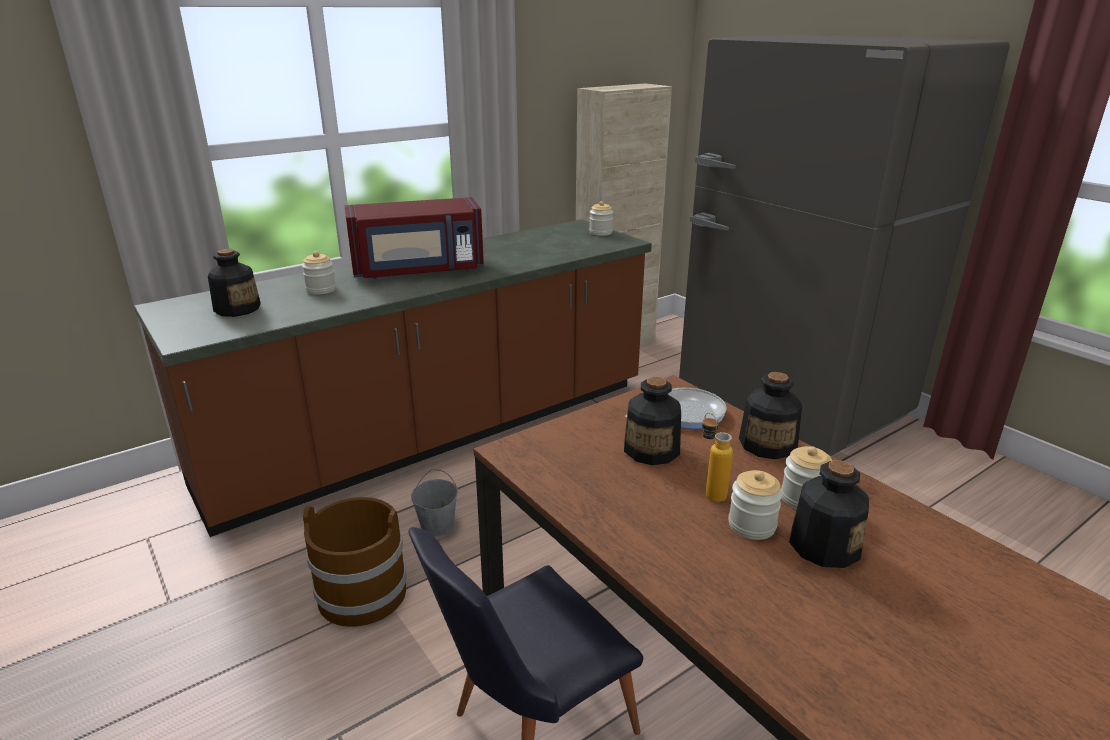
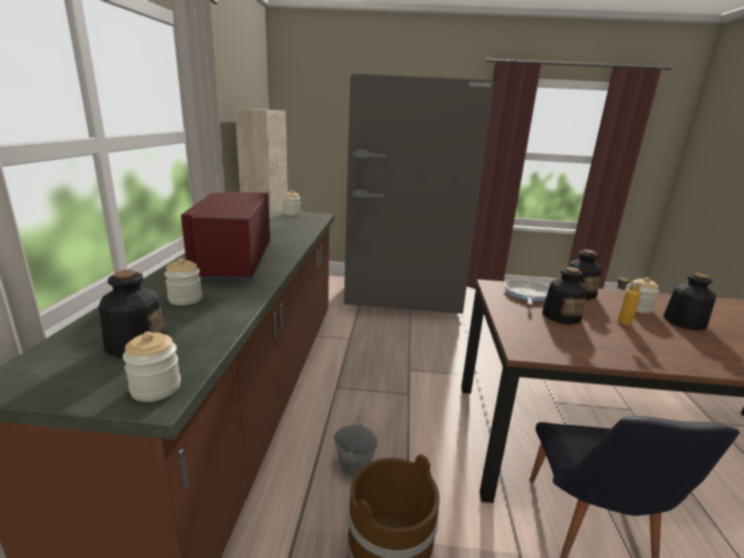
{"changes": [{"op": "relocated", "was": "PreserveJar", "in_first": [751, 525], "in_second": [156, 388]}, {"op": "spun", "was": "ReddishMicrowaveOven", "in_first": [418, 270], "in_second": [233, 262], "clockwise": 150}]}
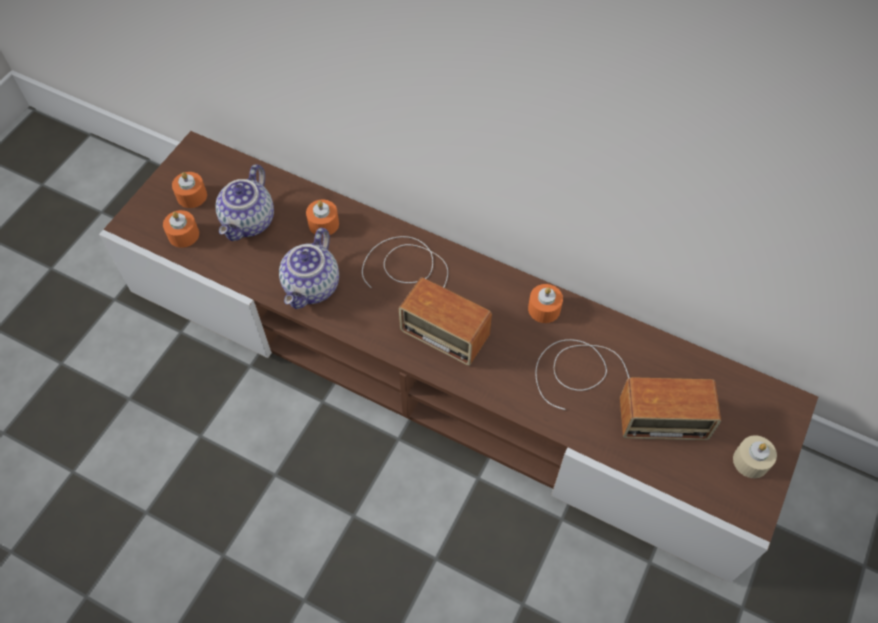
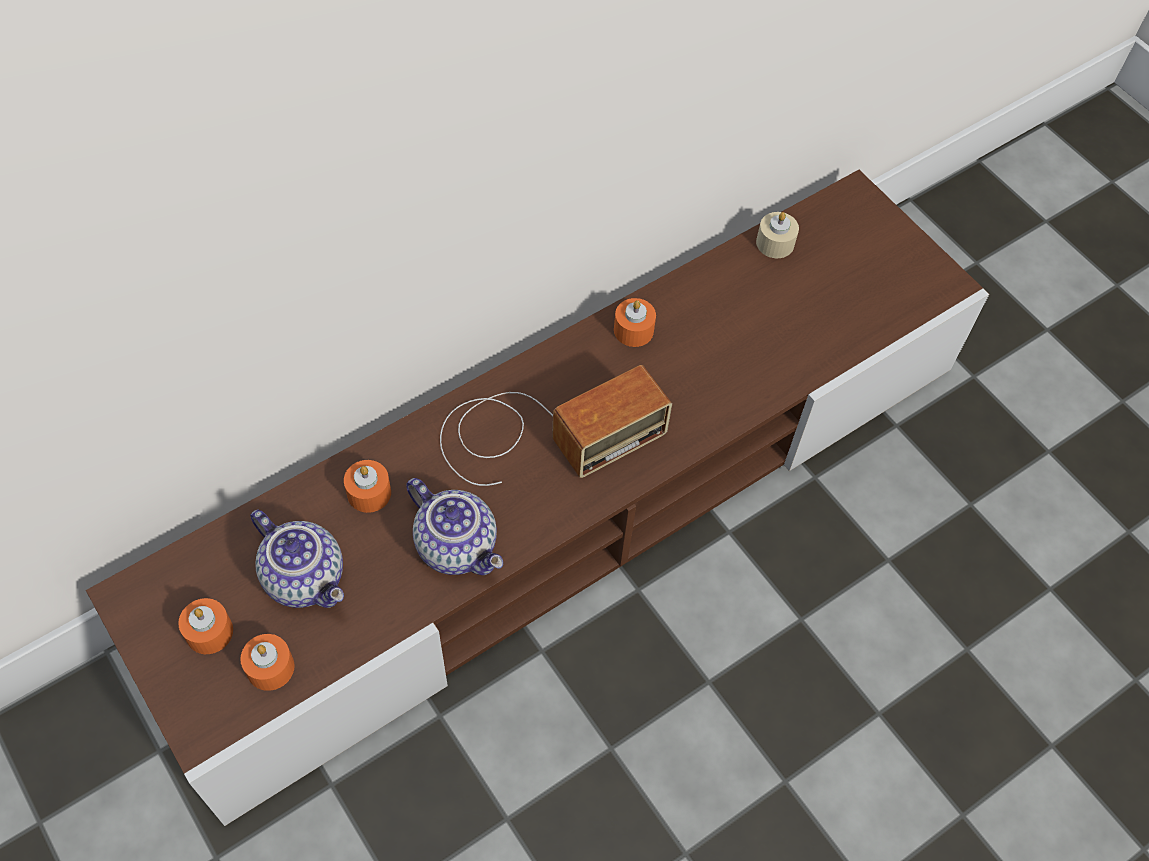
{"changes": [{"op": "missing", "was": "Radio", "in_first": [615, 391]}, {"op": "relocated", "was": "BeigeColouredCandle", "in_first": [751, 461], "in_second": [775, 243]}]}
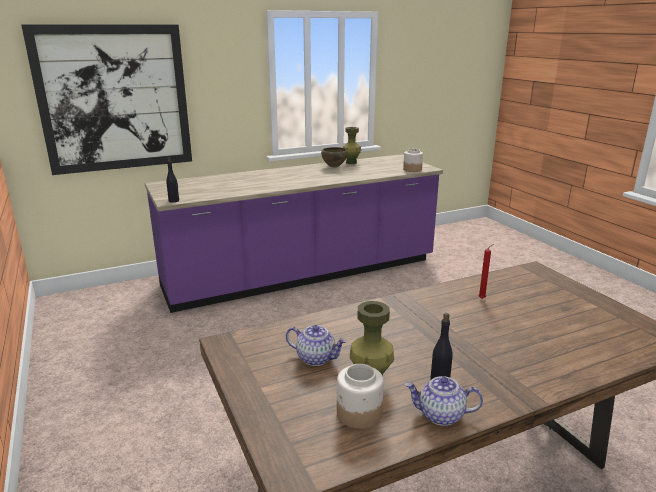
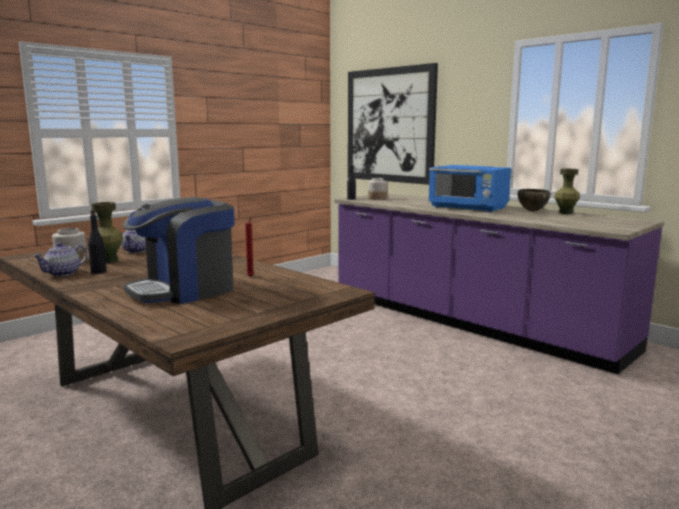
{"changes": [{"op": "appeared", "now": "CoffeeMaker", "in_second": [185, 290]}, {"op": "appeared", "now": "BlueMicrowaveOven", "in_second": [468, 208]}, {"op": "relocated", "was": "PreserveJar", "in_first": [412, 169], "in_second": [377, 198]}, {"op": "spun", "was": "PotForTea", "in_first": [440, 415], "in_second": [63, 273], "clockwise": -135}]}
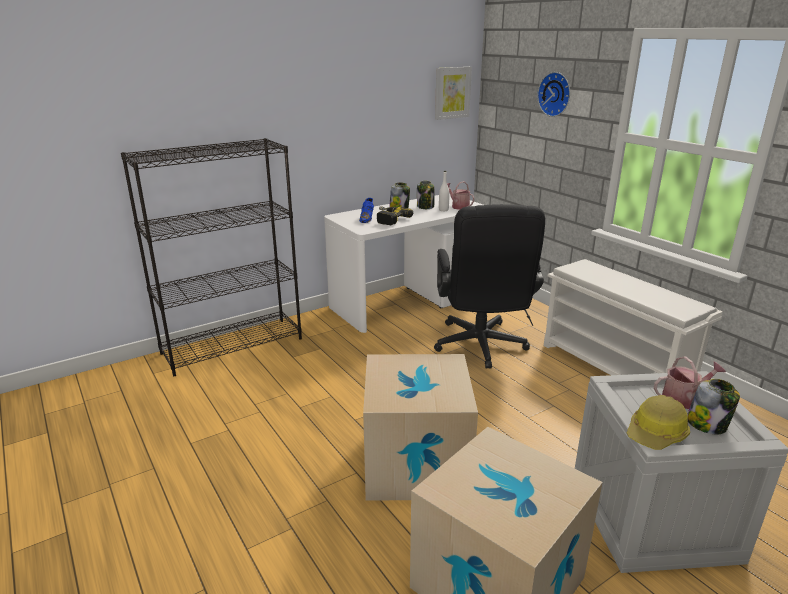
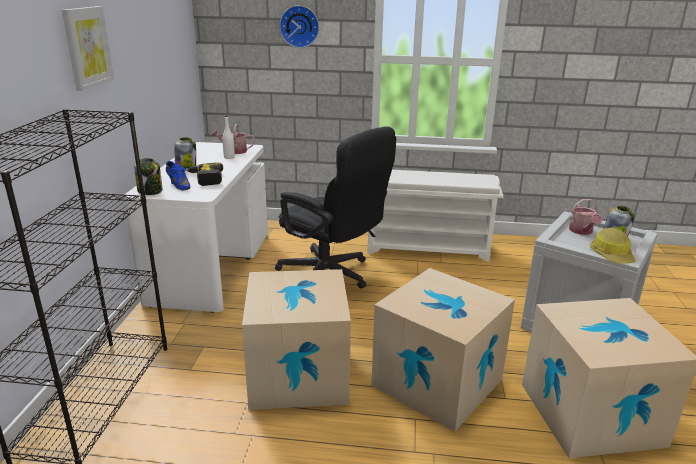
{"changes": [{"op": "appeared", "now": "PackingBox", "in_second": [298, 374]}, {"op": "relocated", "was": "PreserveJar", "in_first": [425, 207], "in_second": [150, 191]}, {"op": "relocated", "was": "Picture", "in_first": [452, 93], "in_second": [87, 47]}, {"op": "spun", "was": "WateringCan", "in_first": [683, 398], "in_second": [582, 231], "clockwise": 150}]}
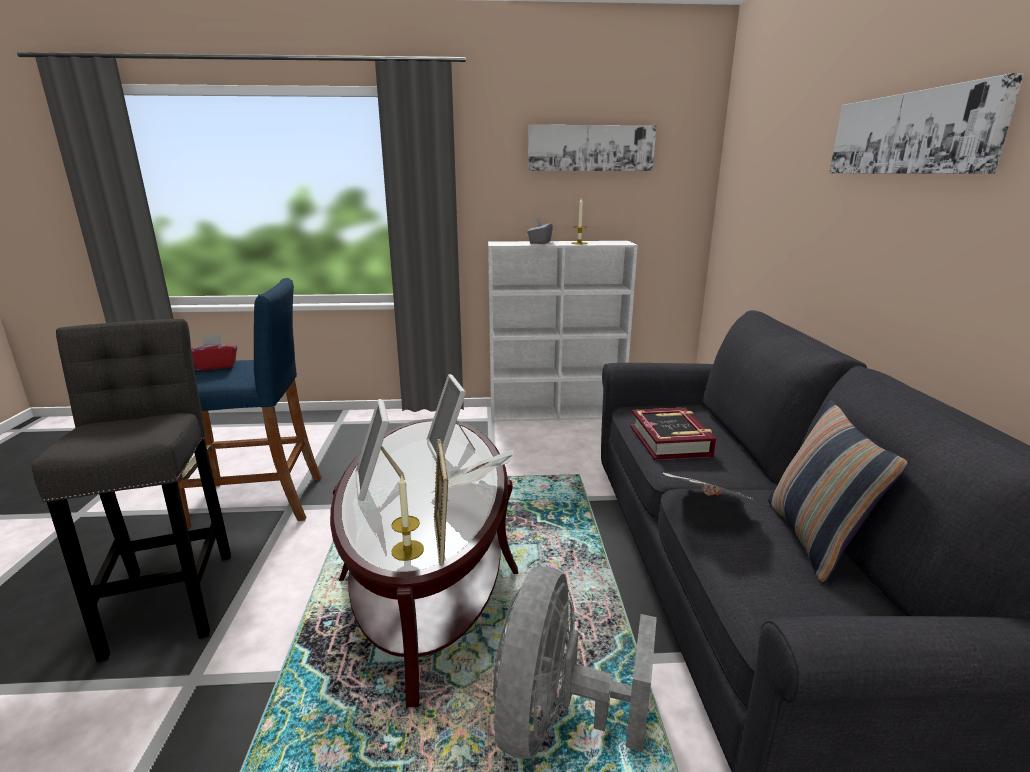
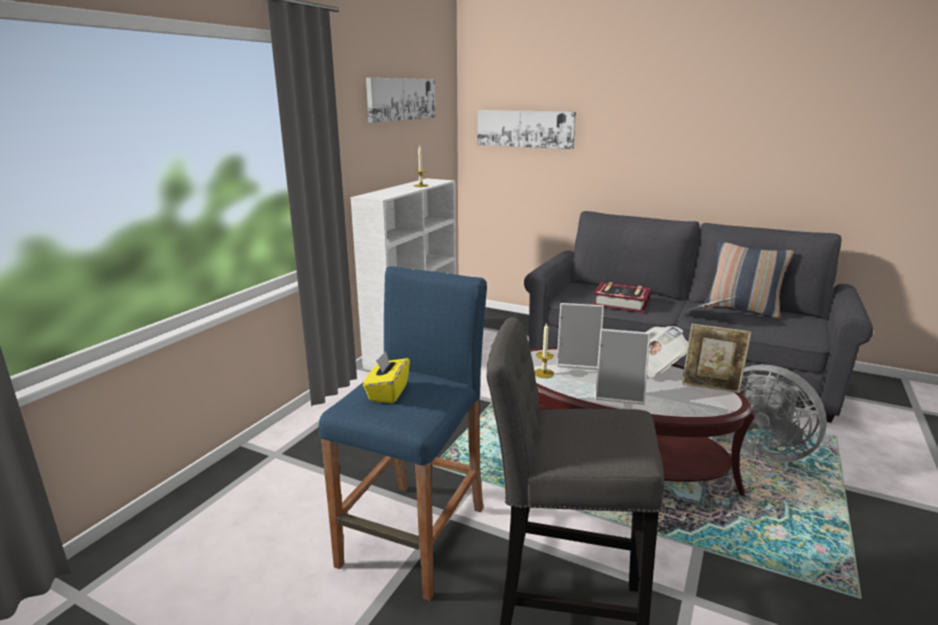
{"changes": [{"op": "missing", "was": "GrayTissueBox", "in_first": [539, 242]}, {"op": "relocated", "was": "Candle", "in_first": [407, 550], "in_second": [543, 373]}, {"op": "relocated", "was": "Picture", "in_first": [911, 133], "in_second": [525, 129]}, {"op": "colour", "was": "ReddishTissueBox", "now": "YellowTissueBox", "in_first": [216, 366], "in_second": [387, 392]}]}
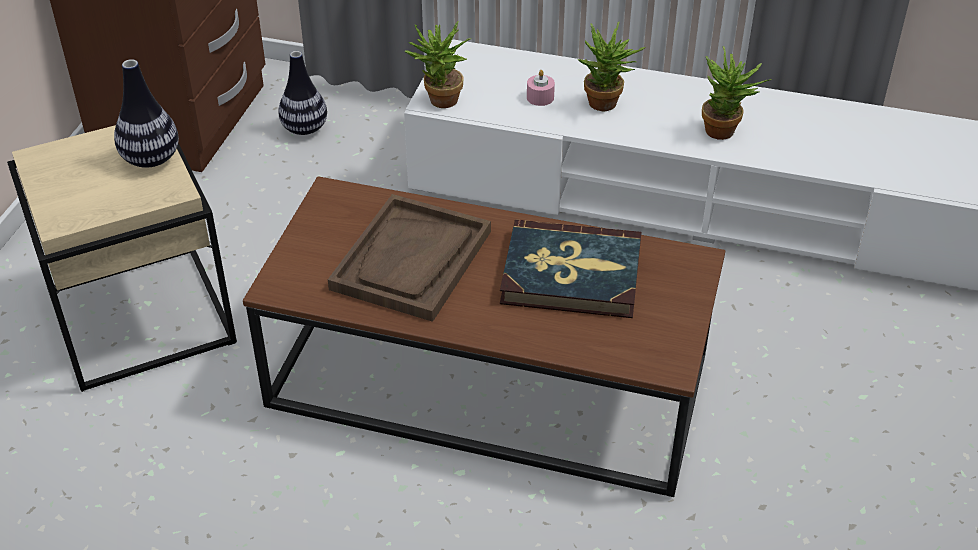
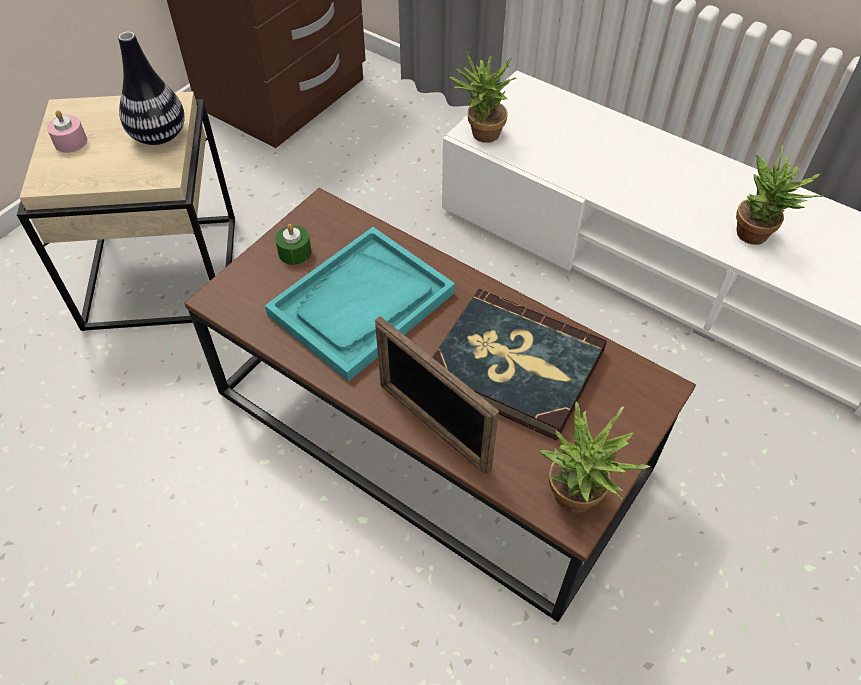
{"changes": [{"op": "missing", "was": "DecorativeVase", "in_first": [305, 129]}, {"op": "appeared", "now": "GreenishCandle", "in_second": [295, 252]}, {"op": "appeared", "now": "PictureFrame", "in_second": [433, 426]}, {"op": "relocated", "was": "PinkishCandle", "in_first": [540, 97], "in_second": [71, 142]}, {"op": "relocated", "was": "PlantInAPot", "in_first": [606, 106], "in_second": [578, 502]}, {"op": "colour", "was": "BrownishServingTray", "now": "BlueGreenServingTray", "in_first": [411, 260], "in_second": [361, 304]}]}
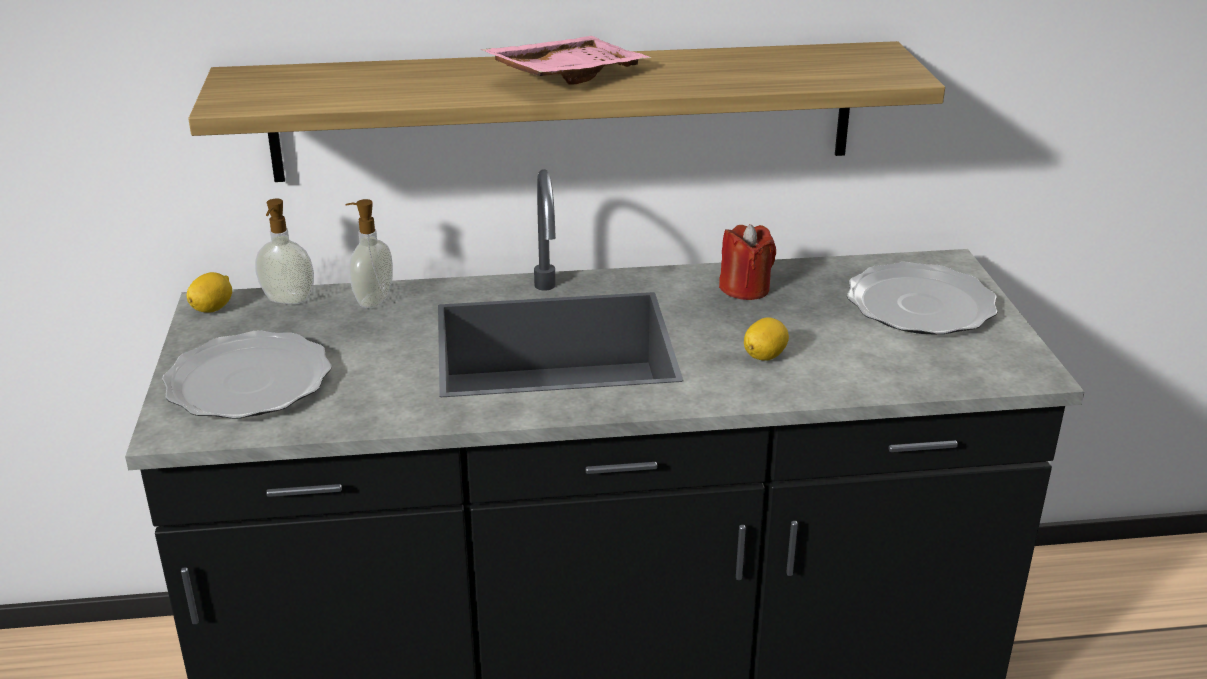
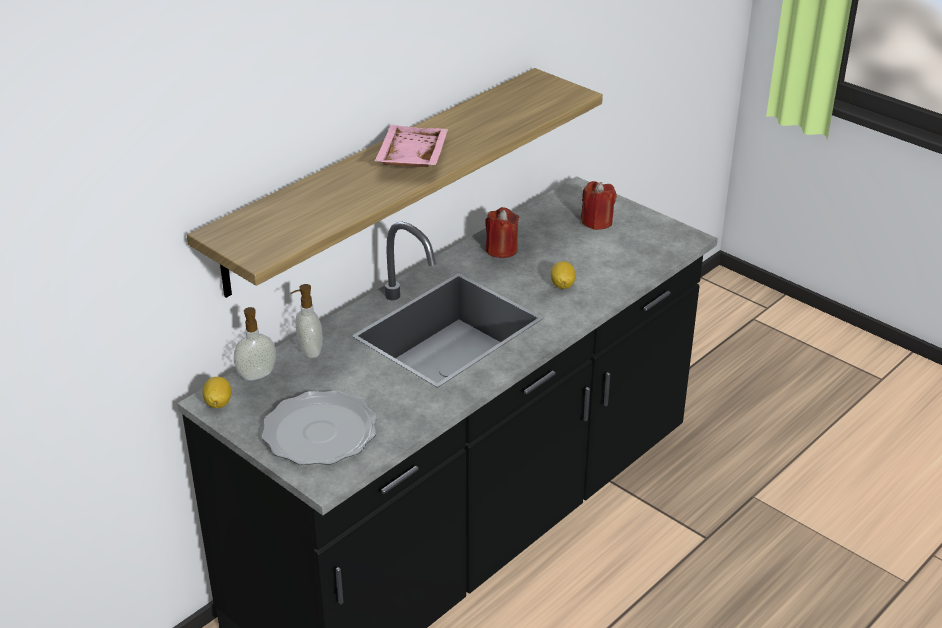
{"changes": [{"op": "exchanged", "was": "FlatDish", "now": "ReddishCandle", "in_first": [920, 306], "in_second": [597, 222]}]}
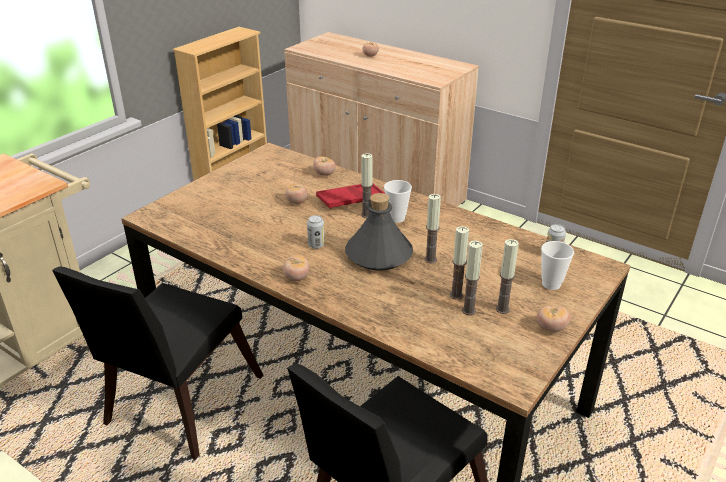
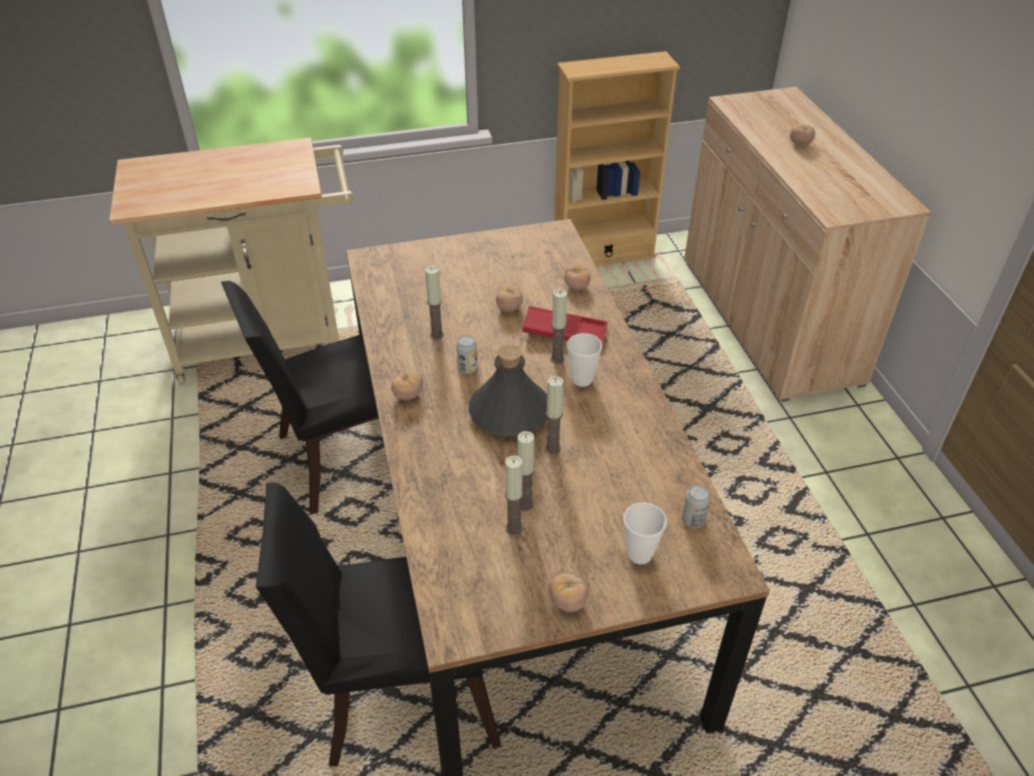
{"changes": [{"op": "relocated", "was": "Candle", "in_first": [502, 309], "in_second": [437, 335]}]}
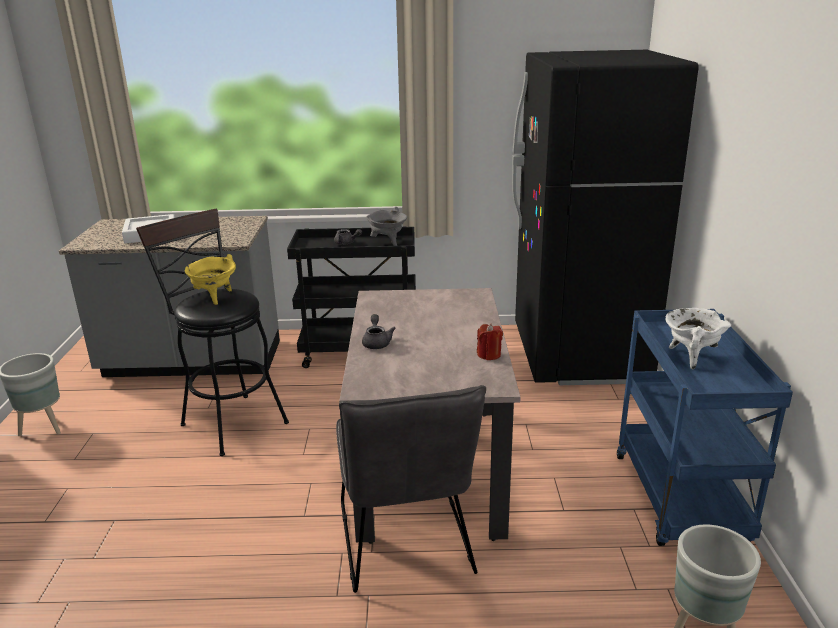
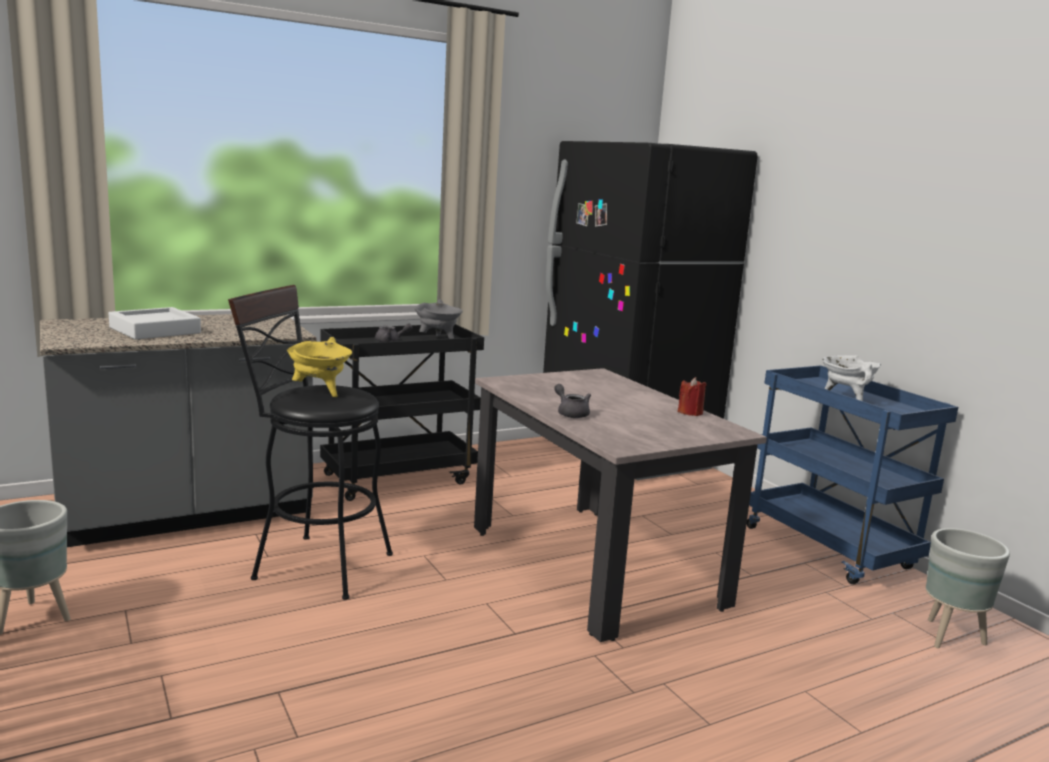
{"changes": [{"op": "missing", "was": "GrayUprightChair", "in_first": [406, 545]}]}
